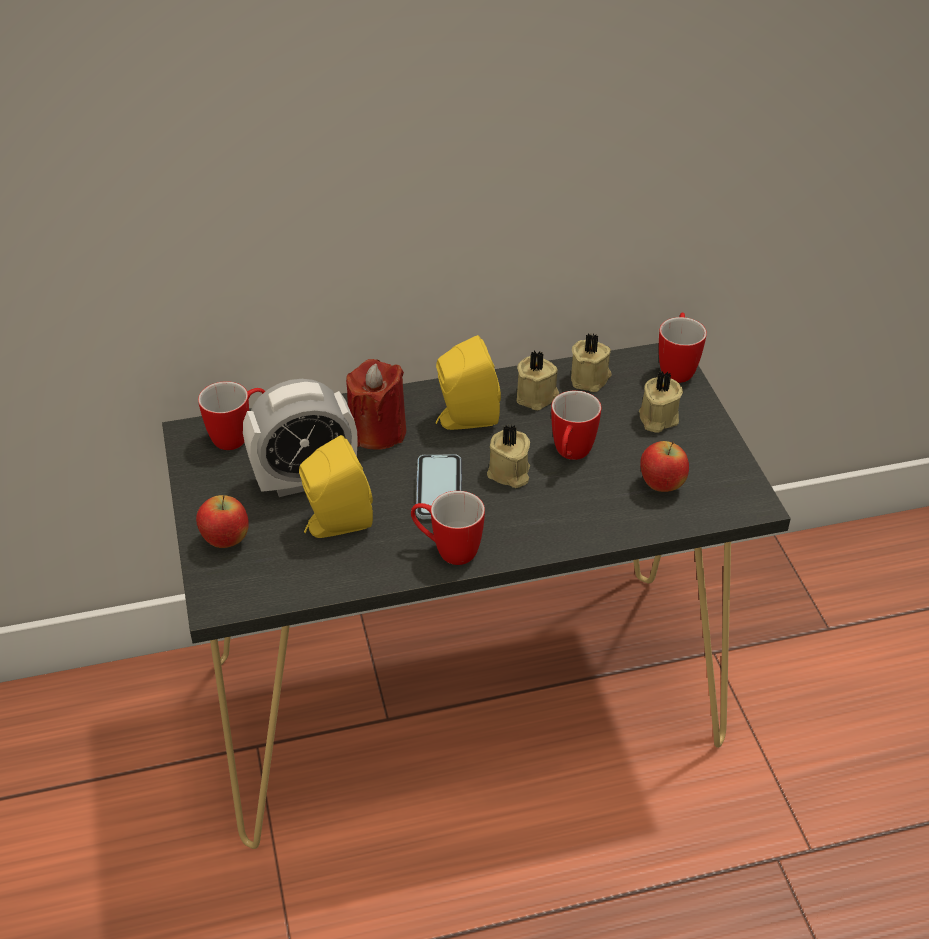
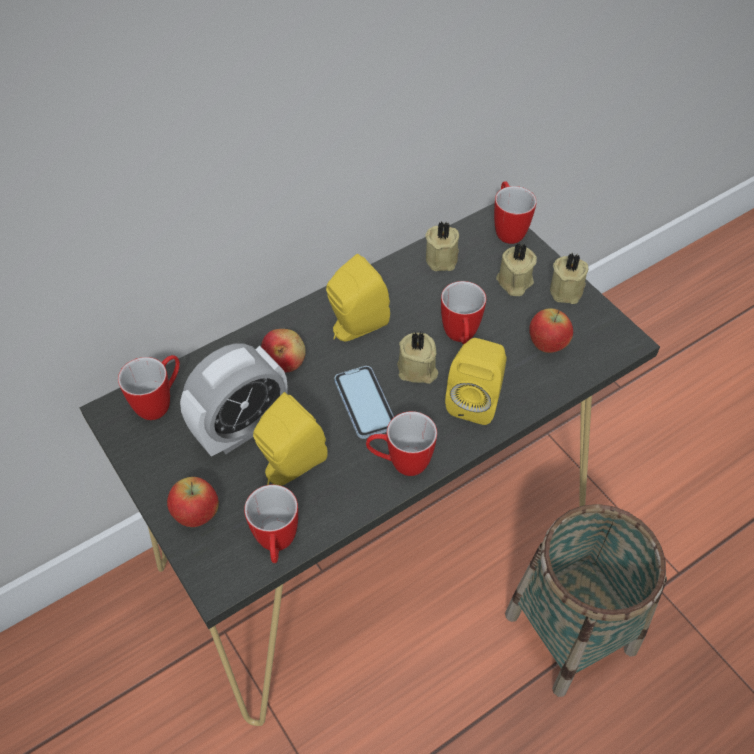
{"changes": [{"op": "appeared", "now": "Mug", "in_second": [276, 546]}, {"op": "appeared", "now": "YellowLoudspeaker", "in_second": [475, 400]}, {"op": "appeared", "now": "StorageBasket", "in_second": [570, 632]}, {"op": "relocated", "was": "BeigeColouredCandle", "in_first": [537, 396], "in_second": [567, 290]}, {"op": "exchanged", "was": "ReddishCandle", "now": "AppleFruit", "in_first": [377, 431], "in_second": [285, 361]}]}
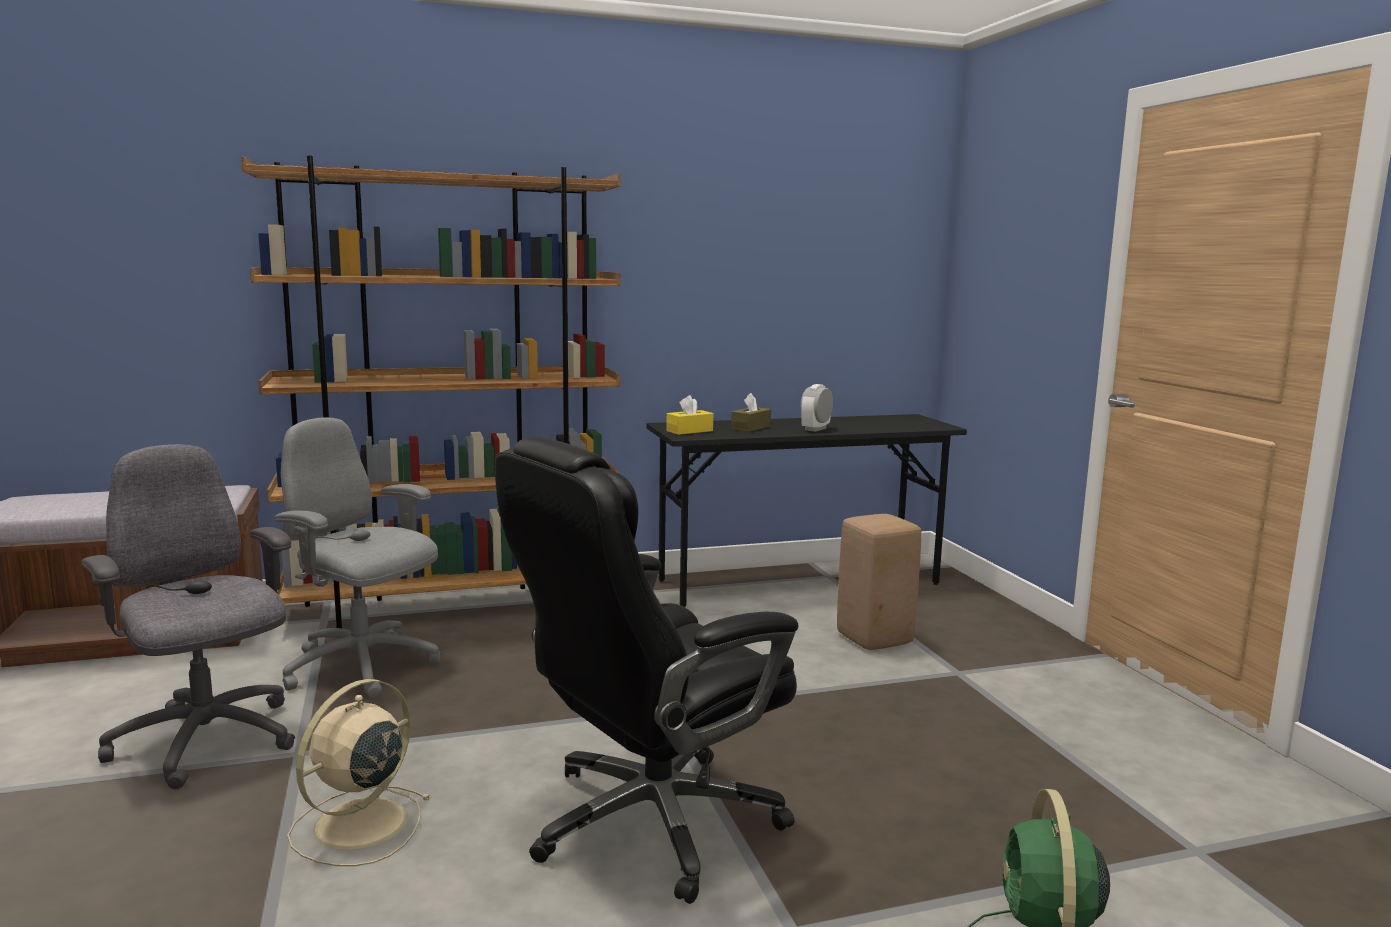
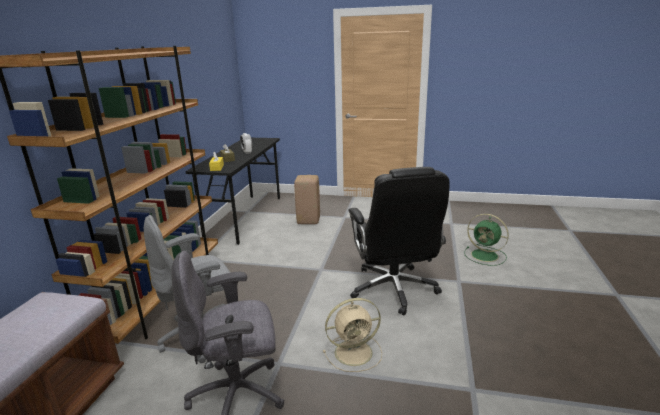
{"changes": [{"op": "spun", "was": "BeigeColouredCoolingFan", "in_first": [357, 826], "in_second": [355, 352], "clockwise": -75}]}
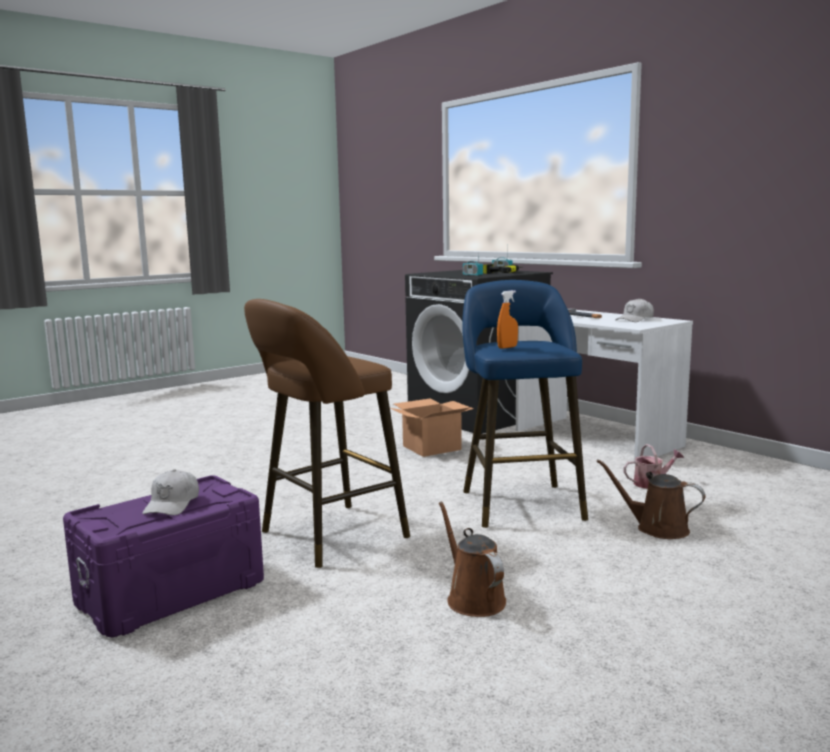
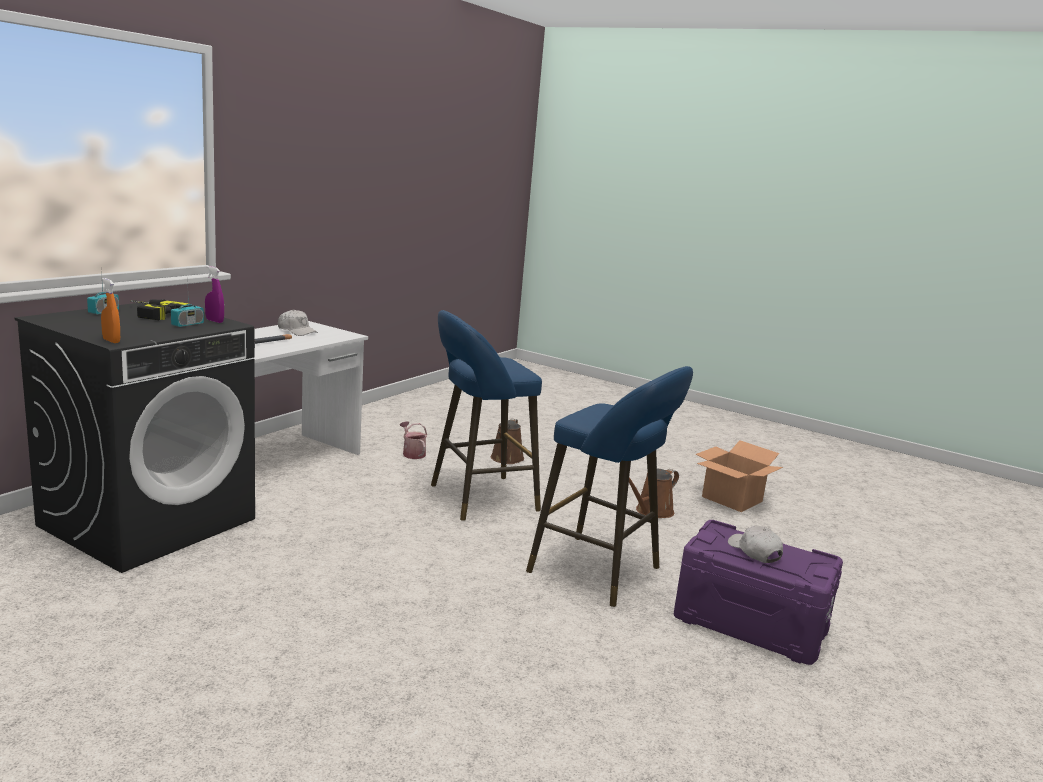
{"changes": [{"op": "appeared", "now": "PurplishSprayer", "in_second": [214, 321]}, {"op": "relocated", "was": "PackingBox", "in_first": [431, 448], "in_second": [733, 499]}, {"op": "relocated", "was": "OrangeColouredSprayer", "in_first": [507, 347], "in_second": [111, 341]}, {"op": "colour", "was": "BrownishStoolSeat", "now": "BlueStoolSeat", "in_first": [327, 536], "in_second": [601, 572]}, {"op": "spun", "was": "WhiteCap", "in_first": [172, 504], "in_second": [754, 551], "clockwise": -105}]}
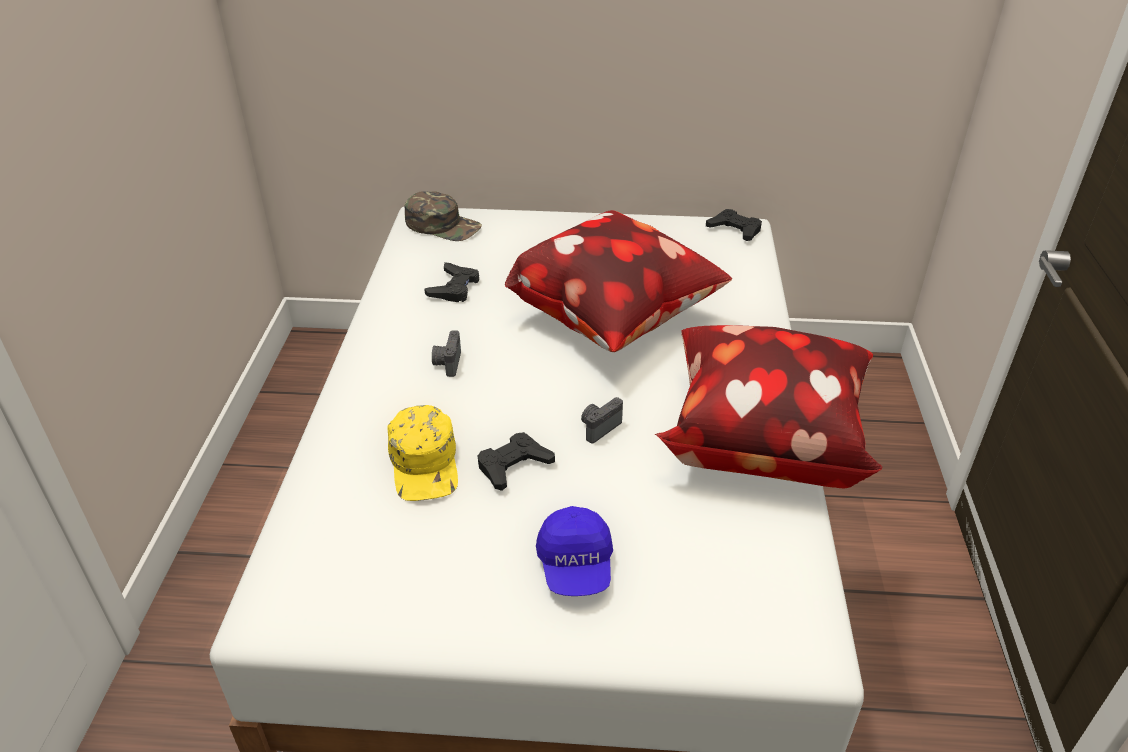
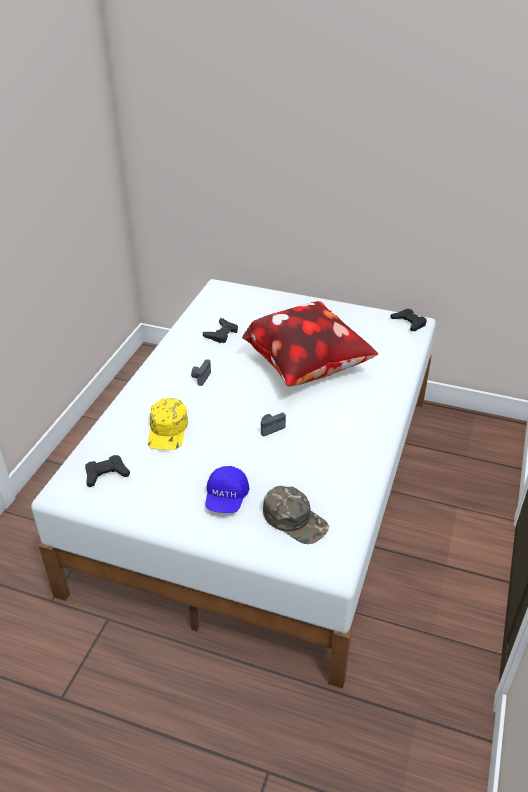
{"changes": [{"op": "missing", "was": "Pillow", "in_first": [761, 439]}, {"op": "relocated", "was": "GreenishCap", "in_first": [443, 225], "in_second": [295, 520]}, {"op": "relocated", "was": "BlackGameController", "in_first": [513, 465], "in_second": [106, 474]}]}
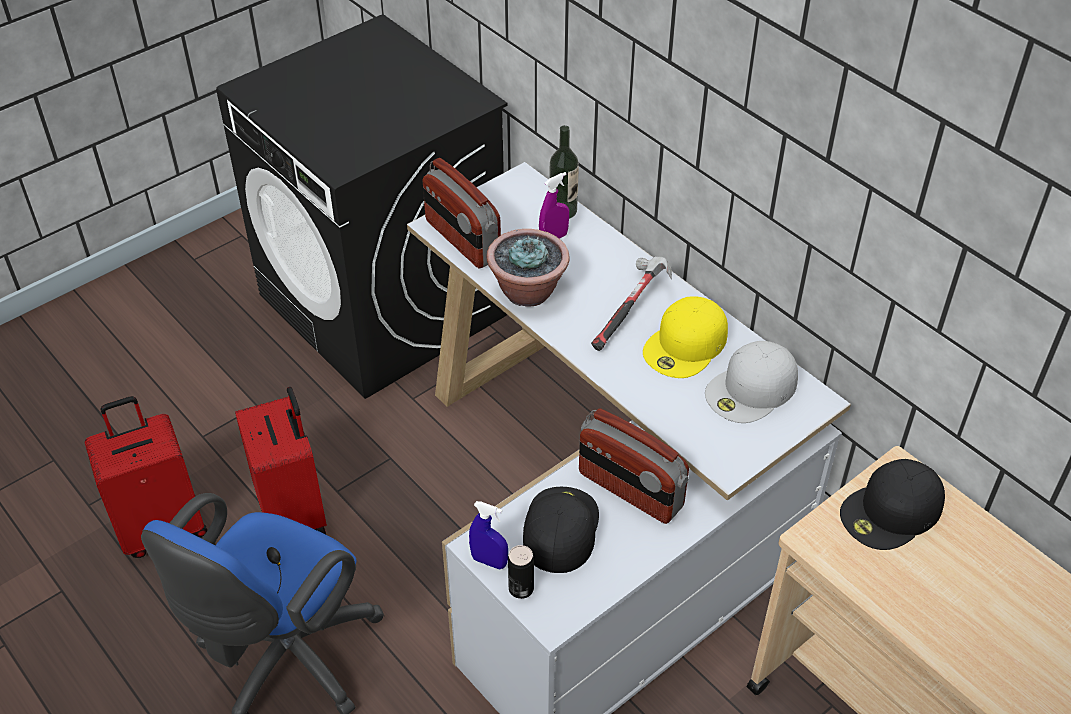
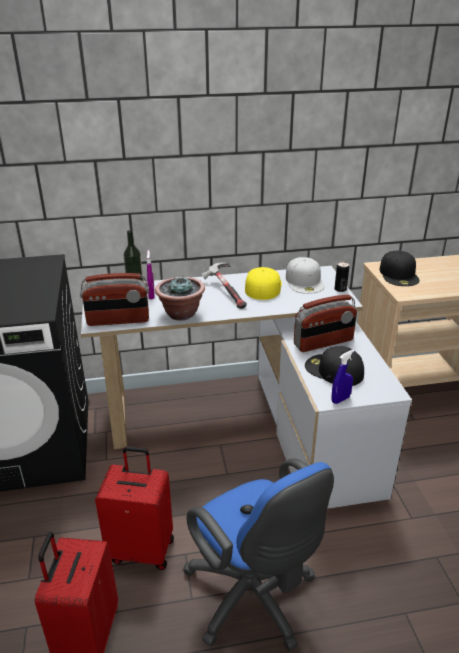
{"changes": [{"op": "relocated", "was": "MetalCan", "in_first": [521, 588], "in_second": [340, 289]}, {"op": "spun", "was": "YellowCap", "in_first": [686, 345], "in_second": [262, 287], "clockwise": -150}]}
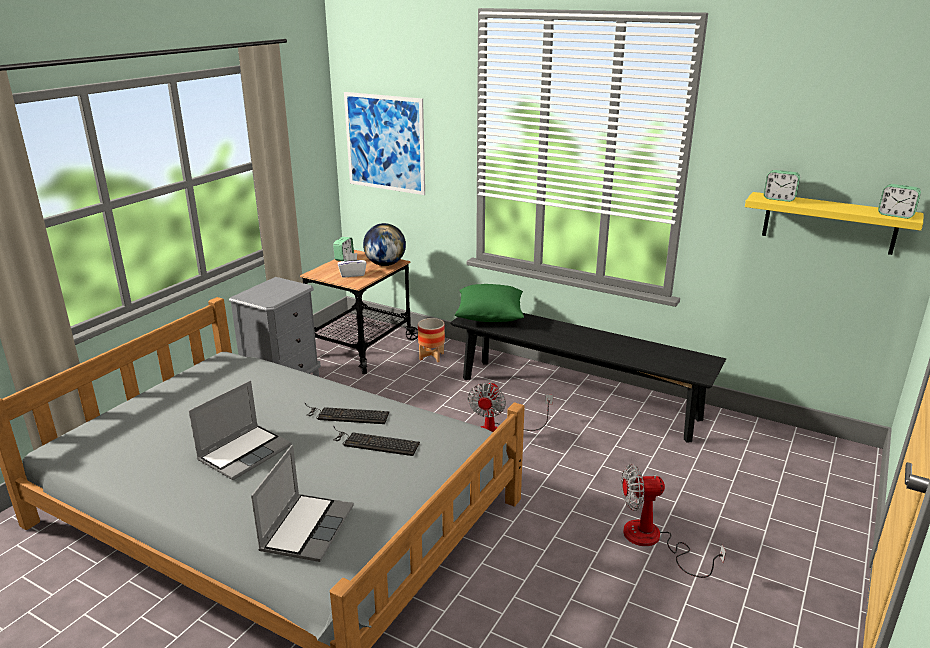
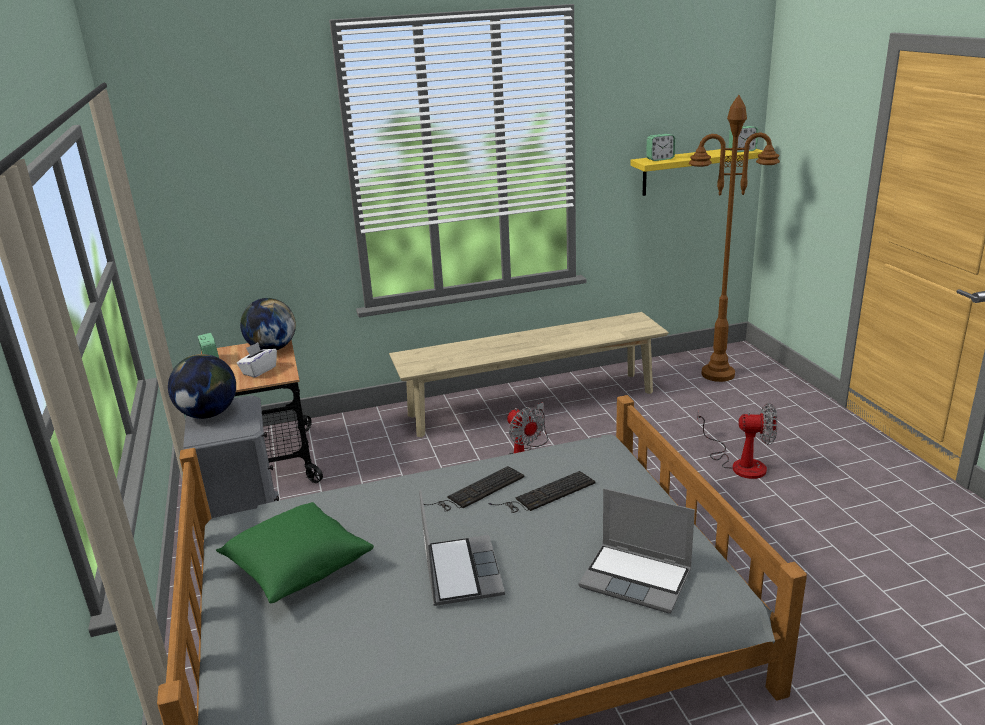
{"changes": [{"op": "missing", "was": "Picture", "in_first": [385, 143]}, {"op": "missing", "was": "PlantPot", "in_first": [431, 356]}, {"op": "appeared", "now": "DeskGlobe", "in_second": [208, 414]}, {"op": "appeared", "now": "BrownishStandardLamp", "in_second": [718, 374]}, {"op": "relocated", "was": "GreenishPillow", "in_first": [490, 316], "in_second": [297, 567]}, {"op": "colour", "was": "BlackIndoorBench", "now": "BeigeColouredIndoorBench", "in_first": [577, 398], "in_second": [532, 403]}, {"op": "spun", "was": "NotebookComputer", "in_first": [307, 528], "in_second": [637, 578], "clockwise": 150}, {"op": "spun", "was": "CoolingFan", "in_first": [653, 541], "in_second": [740, 463], "clockwise": -120}]}
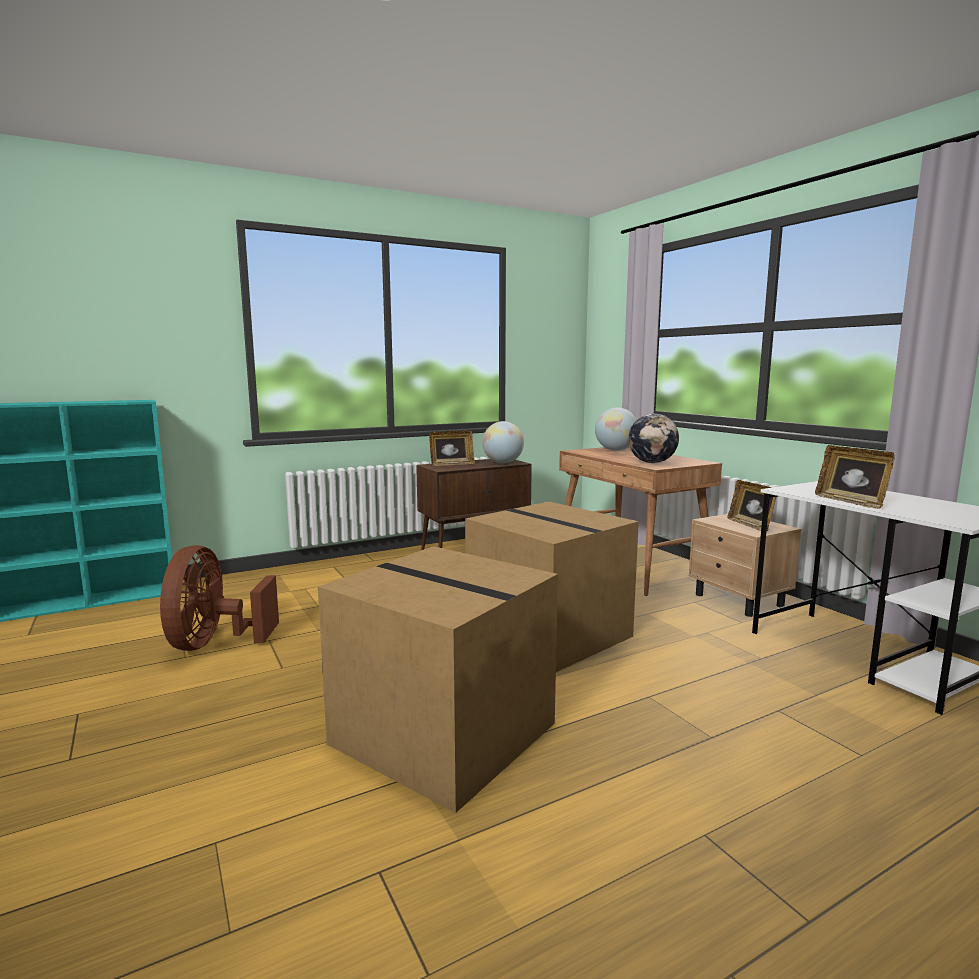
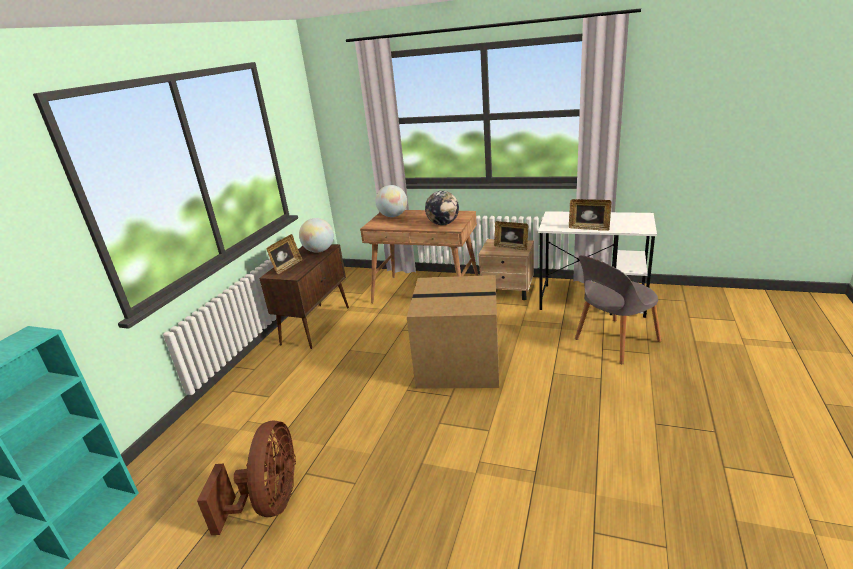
{"changes": [{"op": "missing", "was": "PackingBox", "in_first": [447, 733]}, {"op": "appeared", "now": "GrayUprightChair", "in_second": [614, 342]}, {"op": "spun", "was": "BrownishCoolingFan", "in_first": [214, 643], "in_second": [270, 503], "clockwise": -135}]}
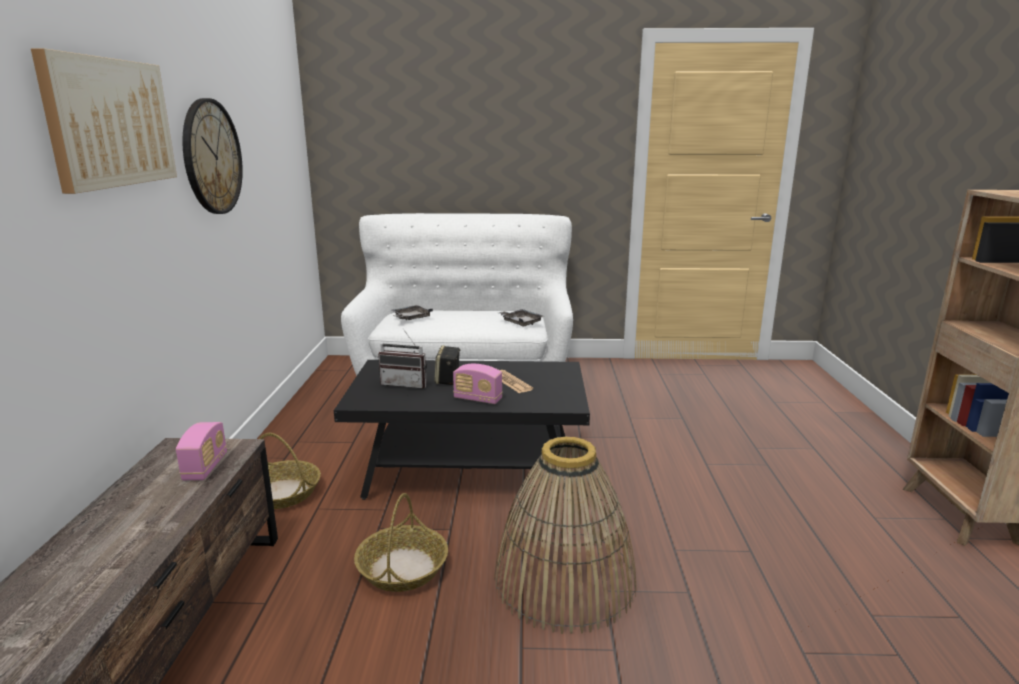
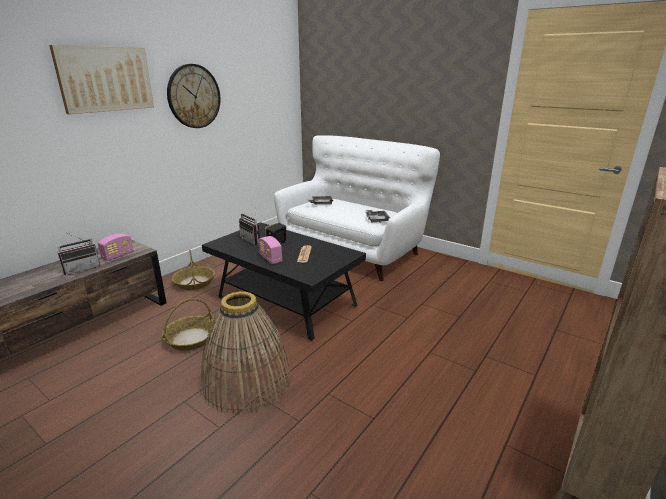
{"changes": [{"op": "appeared", "now": "Radio", "in_second": [82, 268]}]}
